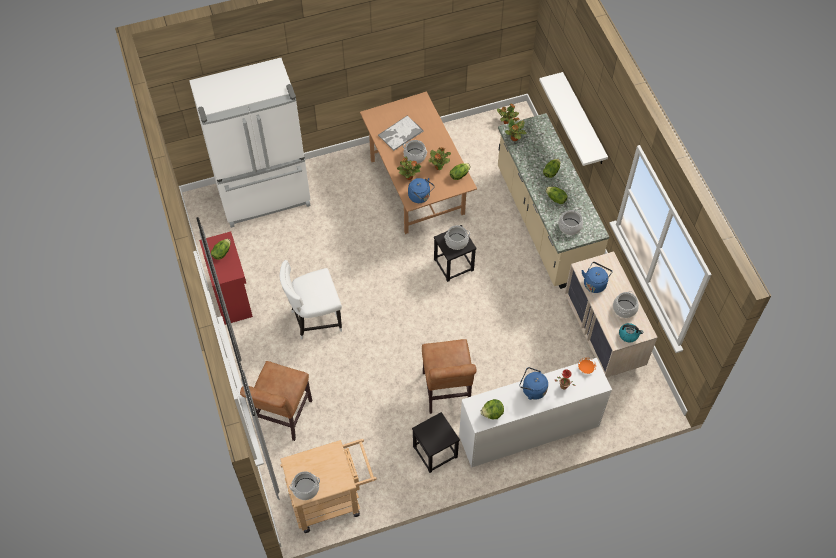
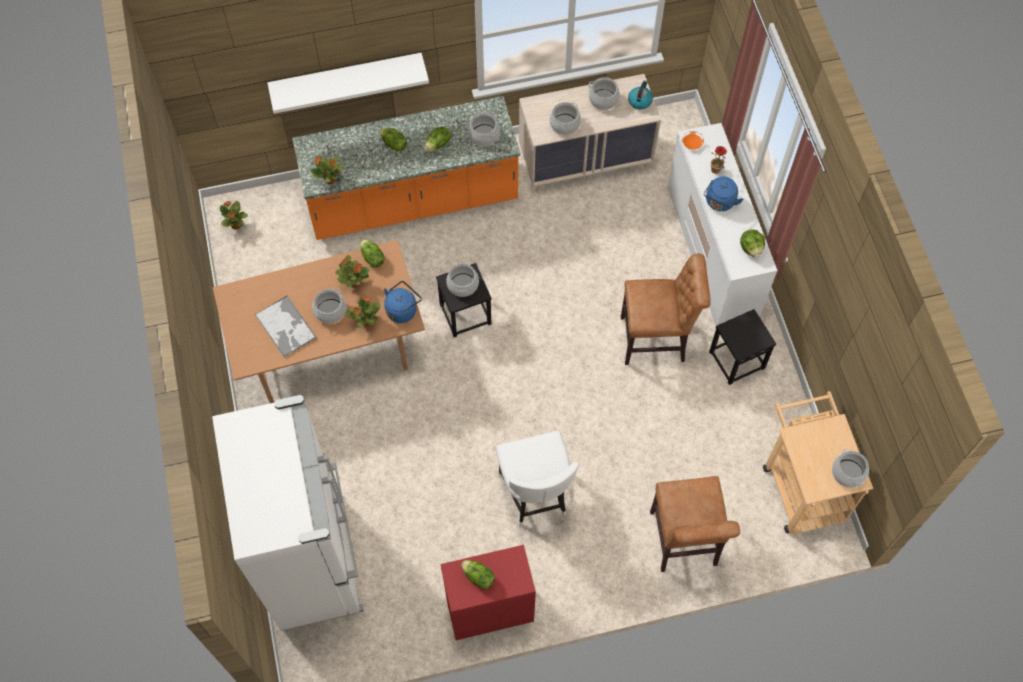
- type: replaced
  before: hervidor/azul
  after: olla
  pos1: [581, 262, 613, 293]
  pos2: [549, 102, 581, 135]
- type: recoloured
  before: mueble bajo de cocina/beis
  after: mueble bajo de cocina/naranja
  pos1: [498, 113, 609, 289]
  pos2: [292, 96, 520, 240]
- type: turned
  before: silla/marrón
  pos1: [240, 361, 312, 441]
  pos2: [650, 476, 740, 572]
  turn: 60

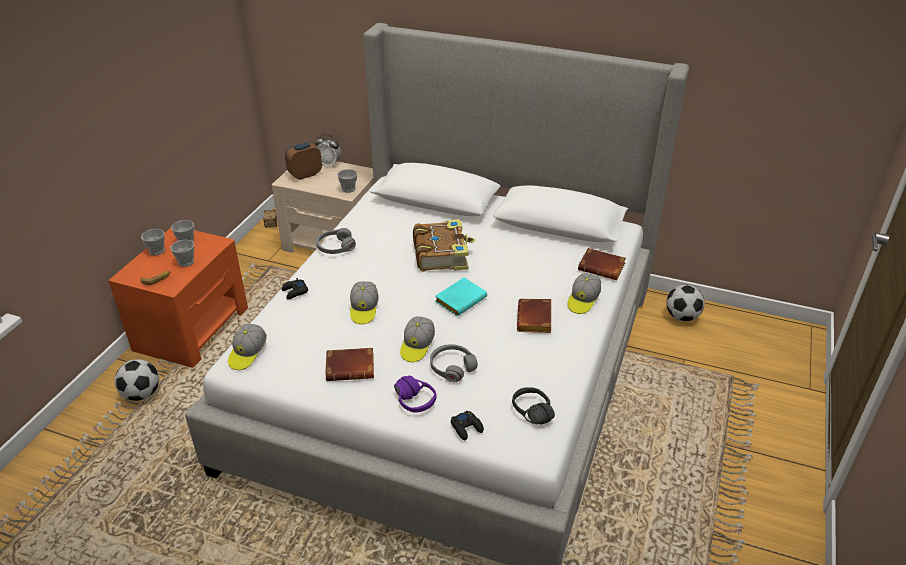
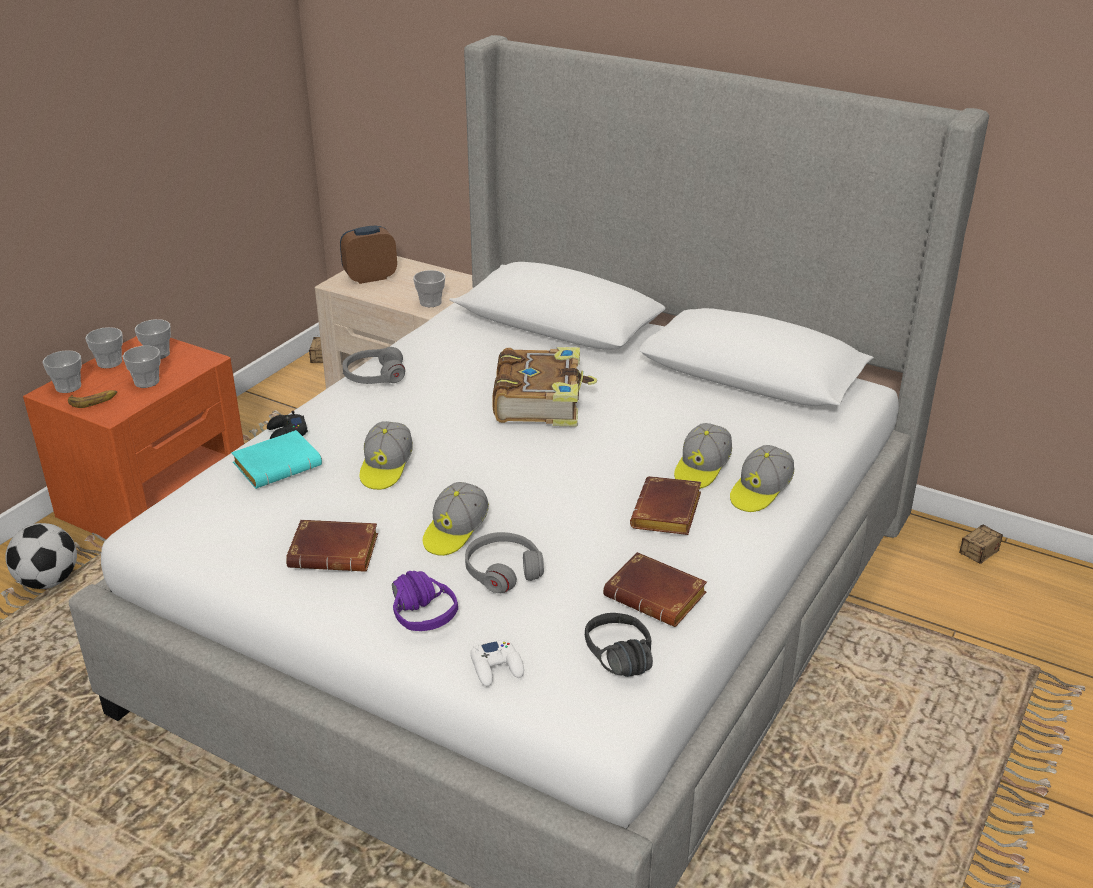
- type: removed
  before: despertador
  pos1: [315, 134, 341, 167]
- type: added
  after: taza
  pos2: [42, 350, 82, 393]
- type: moved
  before: gorra
  pos1: [228, 324, 267, 370]
  pos2: [674, 423, 732, 489]
- type: moved
  before: libro/turquesa
  pos1: [435, 278, 487, 316]
  pos2: [231, 430, 322, 489]
- type: moved
  before: libro/marrón
  pos1: [578, 248, 626, 280]
  pos2: [603, 552, 707, 627]
- type: replaced
  before: balón de fútbol
  after: caja de almacenaje
  pos1: [666, 285, 705, 321]
  pos2: [959, 524, 1003, 564]
- type: recoloured
  before: mando de consola/negro
  after: mando de consola/blanco
  pos1: [451, 411, 484, 440]
  pos2: [470, 638, 524, 686]

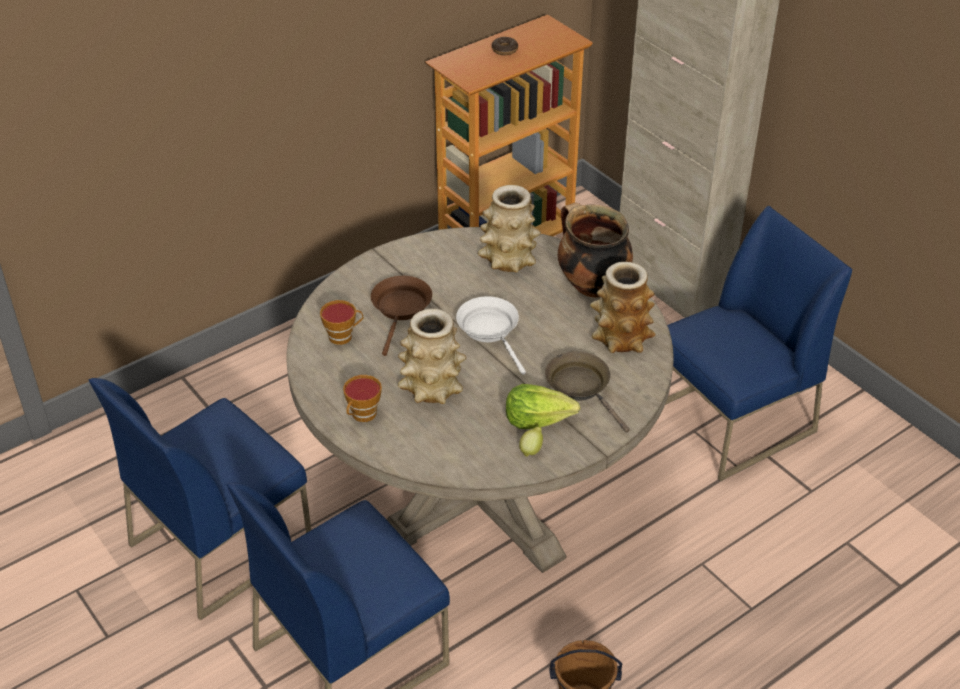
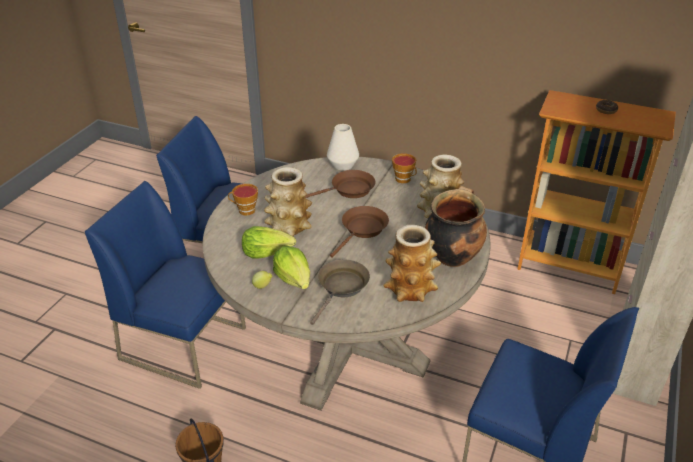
- type: added
  after: lechuga
  pos2: [242, 226, 296, 259]
- type: added
  after: florero/blanco
  pos2: [327, 124, 359, 171]
- type: moved
  before: taza
  pos1: [320, 300, 363, 345]
  pos2: [392, 153, 417, 183]
- type: recoloured
  before: sartén/blanco
  after: sartén/marrón
  pos1: [456, 296, 526, 375]
  pos2: [330, 206, 389, 258]

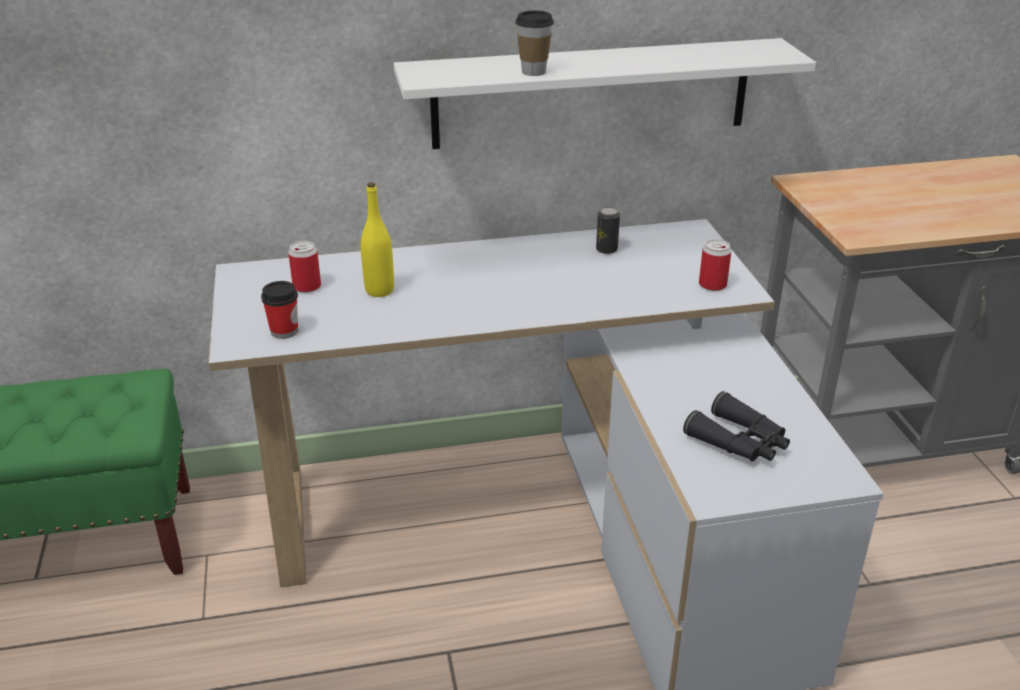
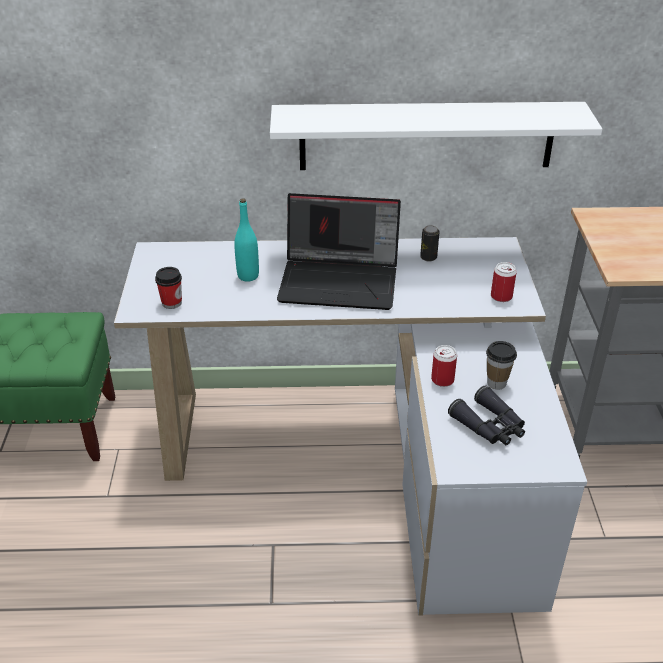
- type: added
  after: portátil
  pos2: [277, 193, 401, 310]
- type: moved
  before: lata
  pos1: [288, 241, 321, 293]
  pos2: [431, 345, 457, 387]
- type: moved
  before: taza
  pos1: [515, 10, 554, 76]
  pos2: [486, 341, 517, 390]
- type: recoloured
  before: botella/amarillo
  after: botella/turquesa
  pos1: [361, 182, 394, 297]
  pos2: [234, 198, 259, 282]

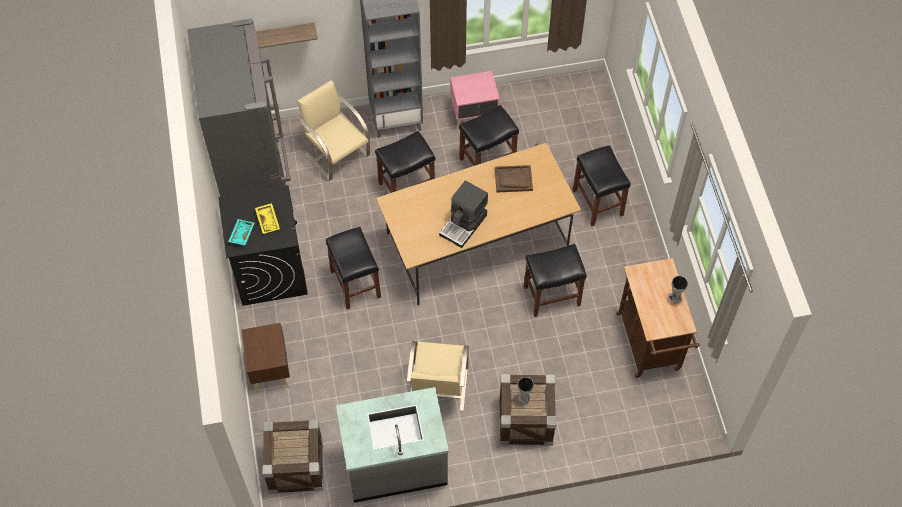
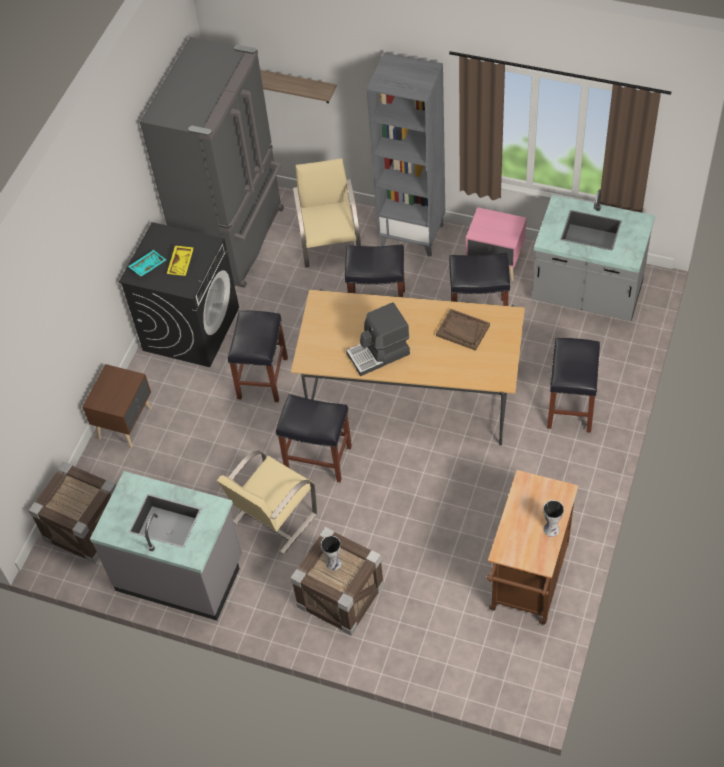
- type: added
  after: mueble bajo de cocina/gris
  pos2: [532, 189, 655, 321]
- type: moved
  before: taburete/negro
  pos1: [524, 244, 587, 317]
  pos2: [276, 394, 352, 482]

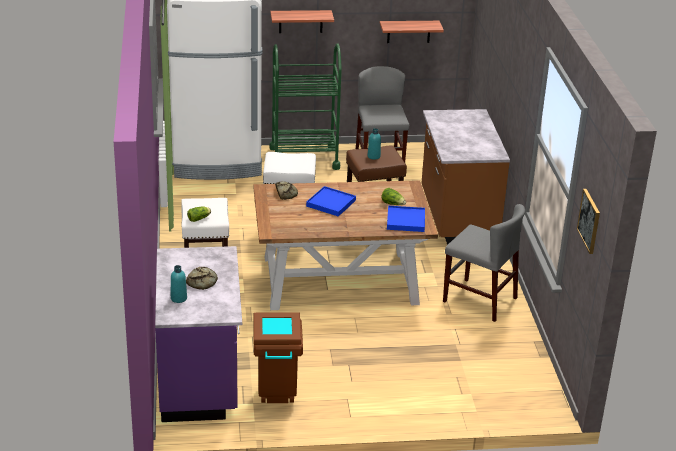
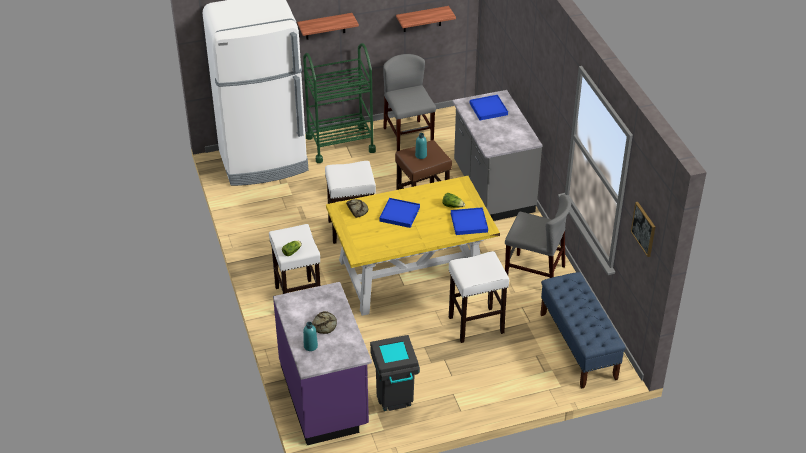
- type: added
  after: taburete/blanco
  pos2: [449, 251, 509, 343]
- type: added
  after: bandeja/azul
  pos2: [470, 95, 508, 120]
- type: added
  after: banco/azul
  pos2: [540, 272, 626, 389]
- type: recoloured
  before: mesa de comedor/marrón
  after: mesa de comedor/amarillo
  pos1: [253, 180, 438, 310]
  pos2: [326, 176, 500, 316]
- type: recoloured
  before: papelera/marrón
  after: papelera/gris
  pos1: [254, 312, 303, 403]
  pos2: [370, 335, 420, 411]
- type: recoloured
  before: mueble bajo de cocina/marrón
  after: mueble bajo de cocina/gris
  pos1: [422, 109, 510, 245]
  pos2: [452, 90, 543, 221]

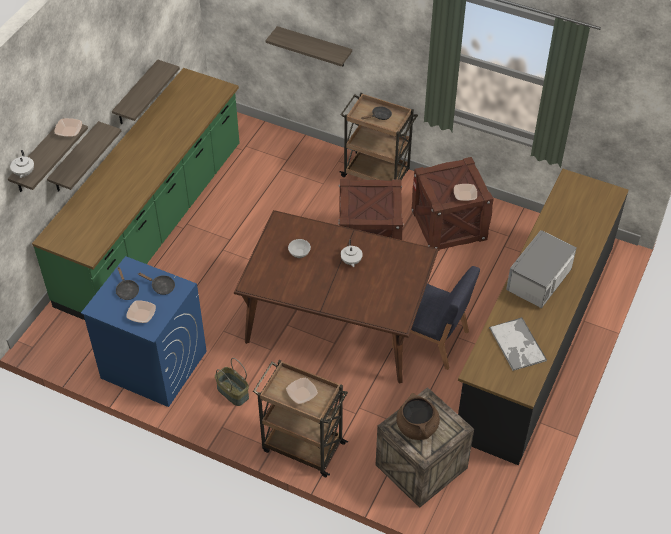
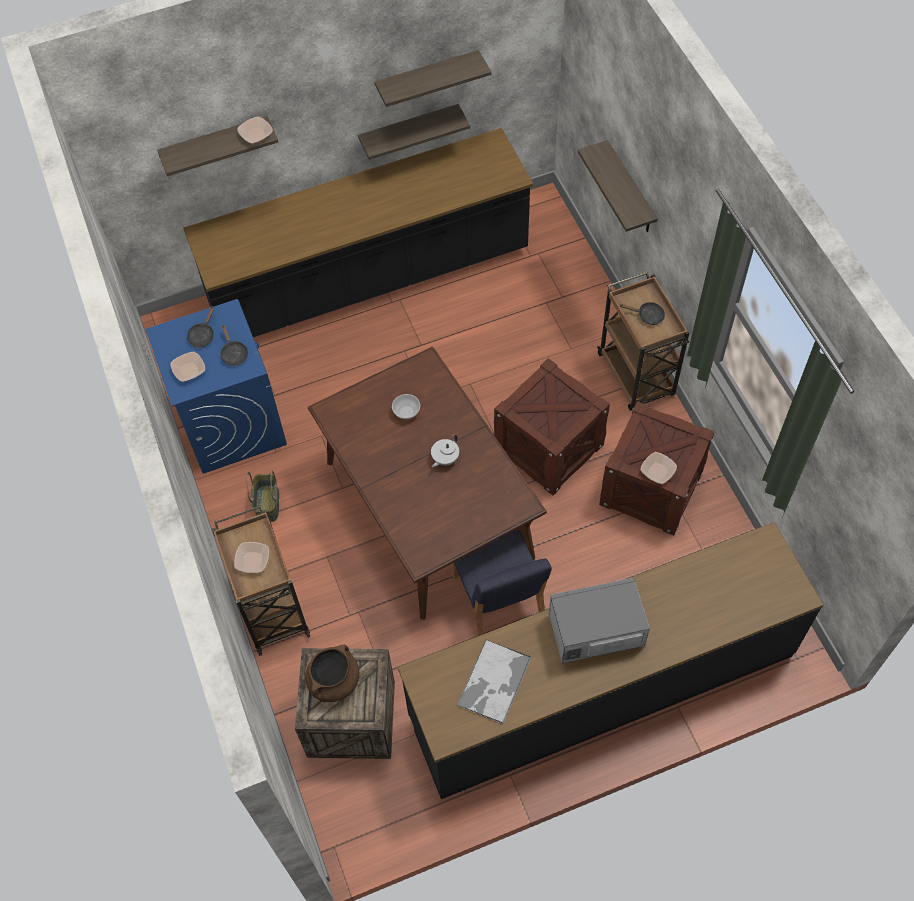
- type: removed
  before: tetera/blanco
  pos1: [10, 150, 34, 178]
- type: moved
  before: estante
  pos1: [47, 121, 121, 192]
  pos2: [374, 50, 491, 107]
- type: recoloured
  before: mueble bajo de cocina/verde
  after: mueble bajo de cocina/negro
  pos1: [32, 68, 240, 320]
  pos2: [183, 128, 533, 337]

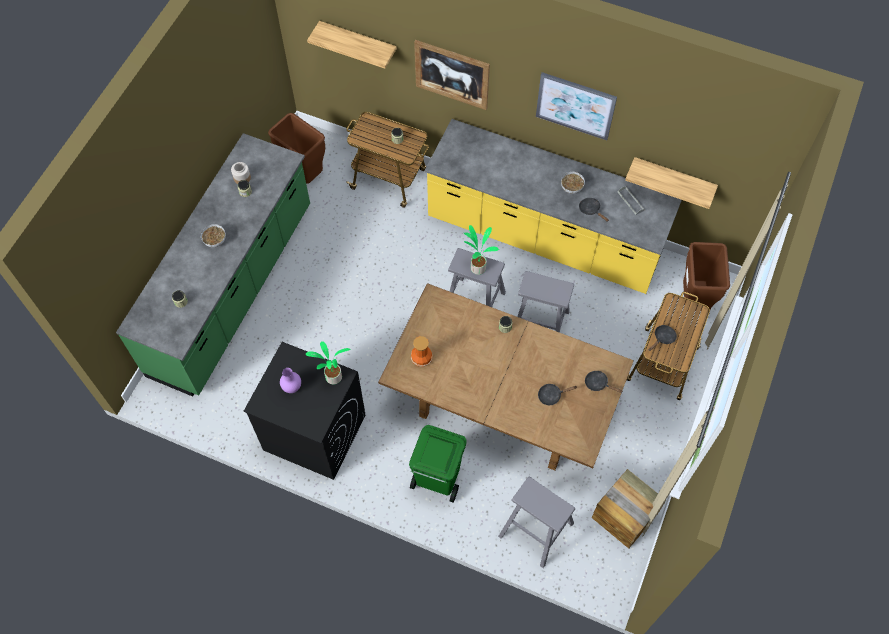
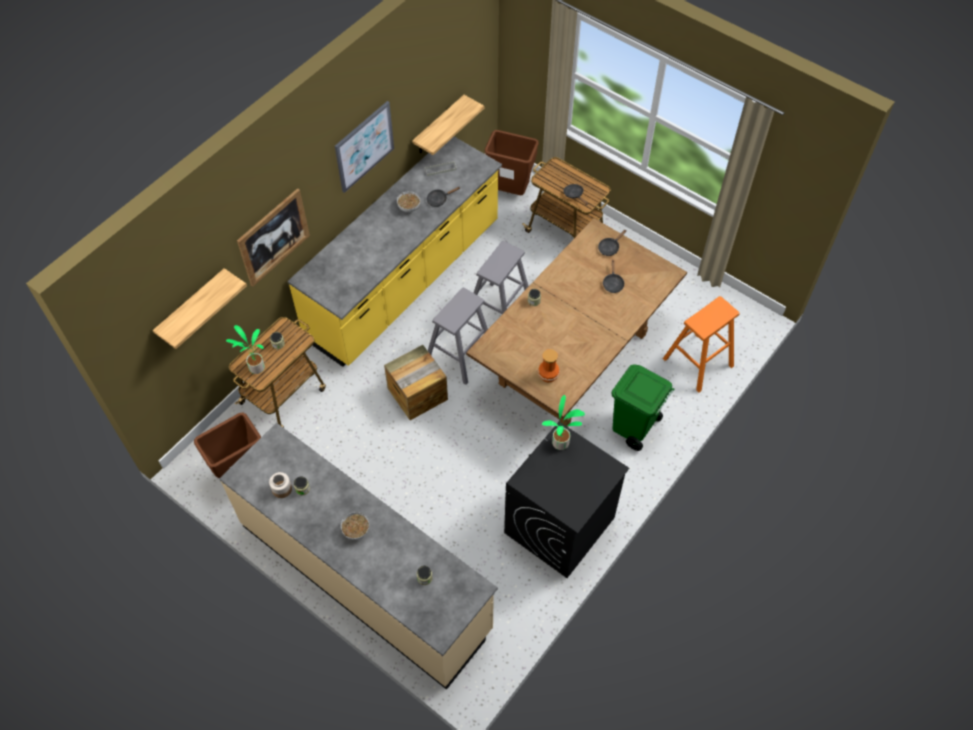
- type: removed
  before: florero/morado
  pos1: [280, 368, 301, 393]
- type: moved
  before: planta en maceta
  pos1: [464, 225, 499, 275]
  pos2: [226, 325, 265, 374]
- type: moved
  before: caja de embalaje
  pos1: [592, 469, 666, 549]
  pos2: [384, 345, 448, 420]
- type: recoloured
  before: mueble bajo de cocina/verde
  after: mueble bajo de cocina/beis
  pos1: [116, 133, 310, 397]
  pos2: [219, 423, 498, 690]
- type: recoloured
  before: taburete/gris
  after: taburete/naranja
  pos1: [498, 476, 576, 568]
  pos2: [663, 296, 740, 393]

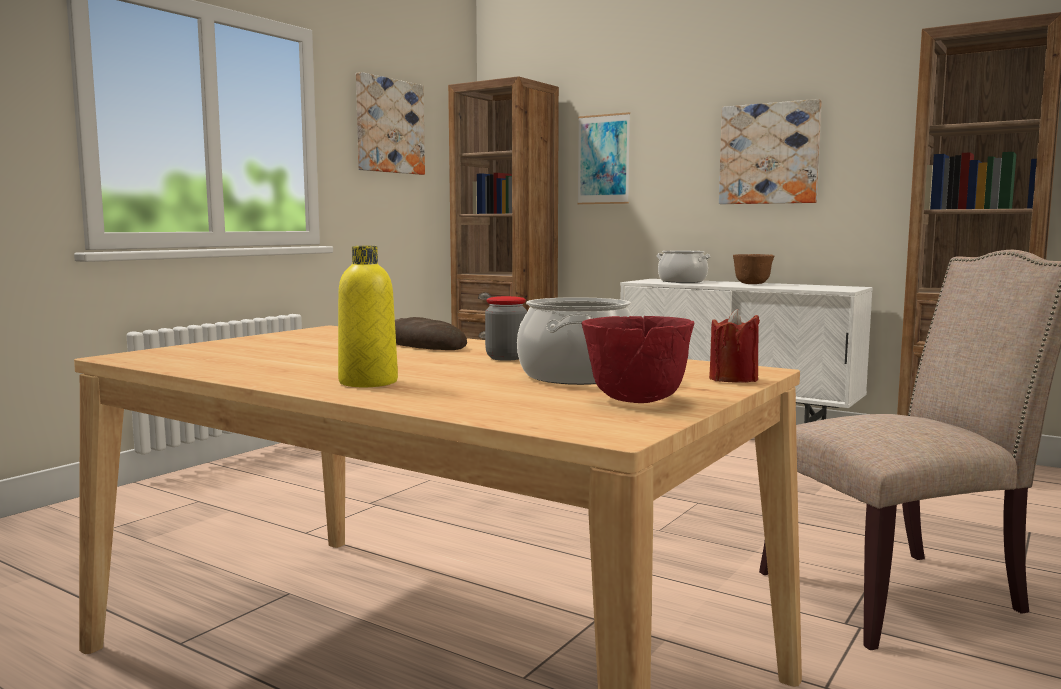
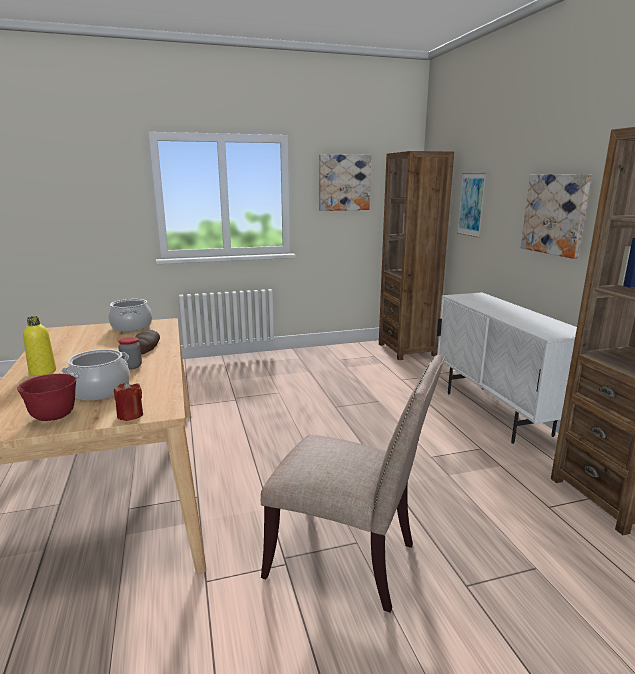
- type: removed
  before: cuenco/marrón
  pos1: [733, 254, 774, 284]
- type: moved
  before: olla
  pos1: [656, 251, 711, 283]
  pos2: [108, 299, 152, 332]

